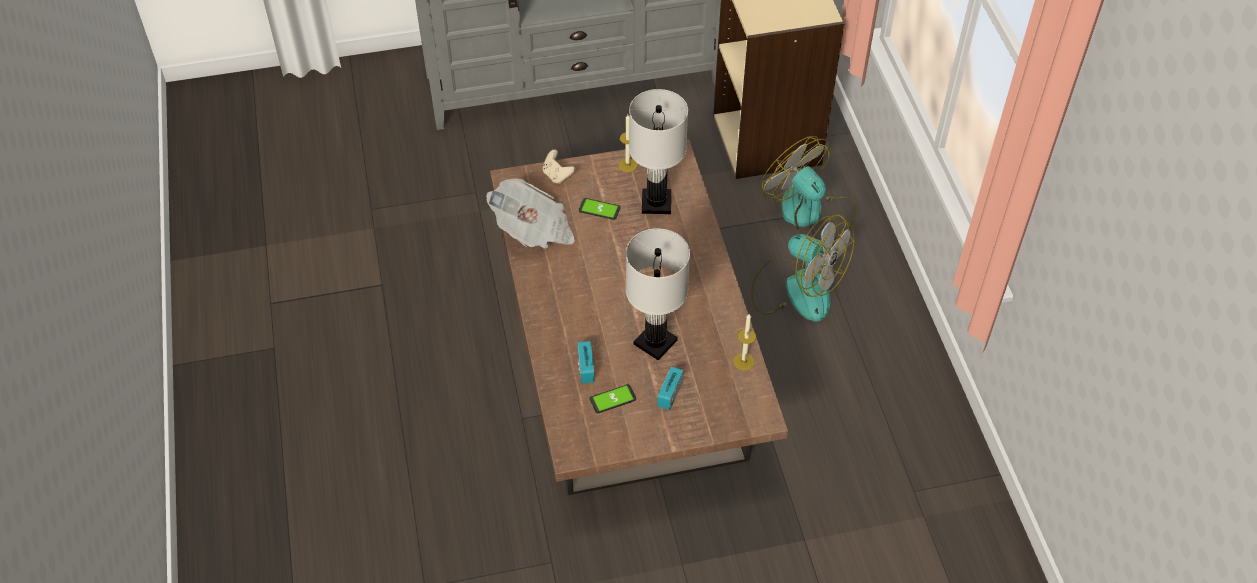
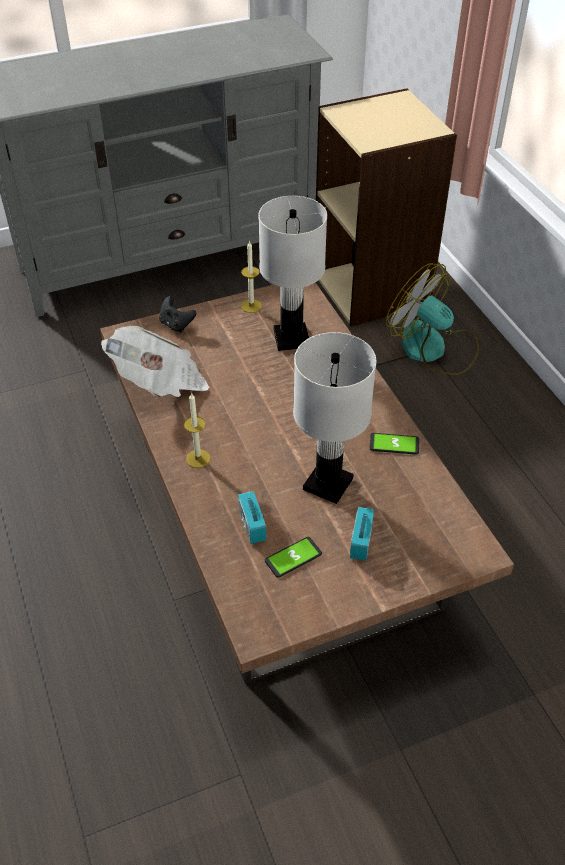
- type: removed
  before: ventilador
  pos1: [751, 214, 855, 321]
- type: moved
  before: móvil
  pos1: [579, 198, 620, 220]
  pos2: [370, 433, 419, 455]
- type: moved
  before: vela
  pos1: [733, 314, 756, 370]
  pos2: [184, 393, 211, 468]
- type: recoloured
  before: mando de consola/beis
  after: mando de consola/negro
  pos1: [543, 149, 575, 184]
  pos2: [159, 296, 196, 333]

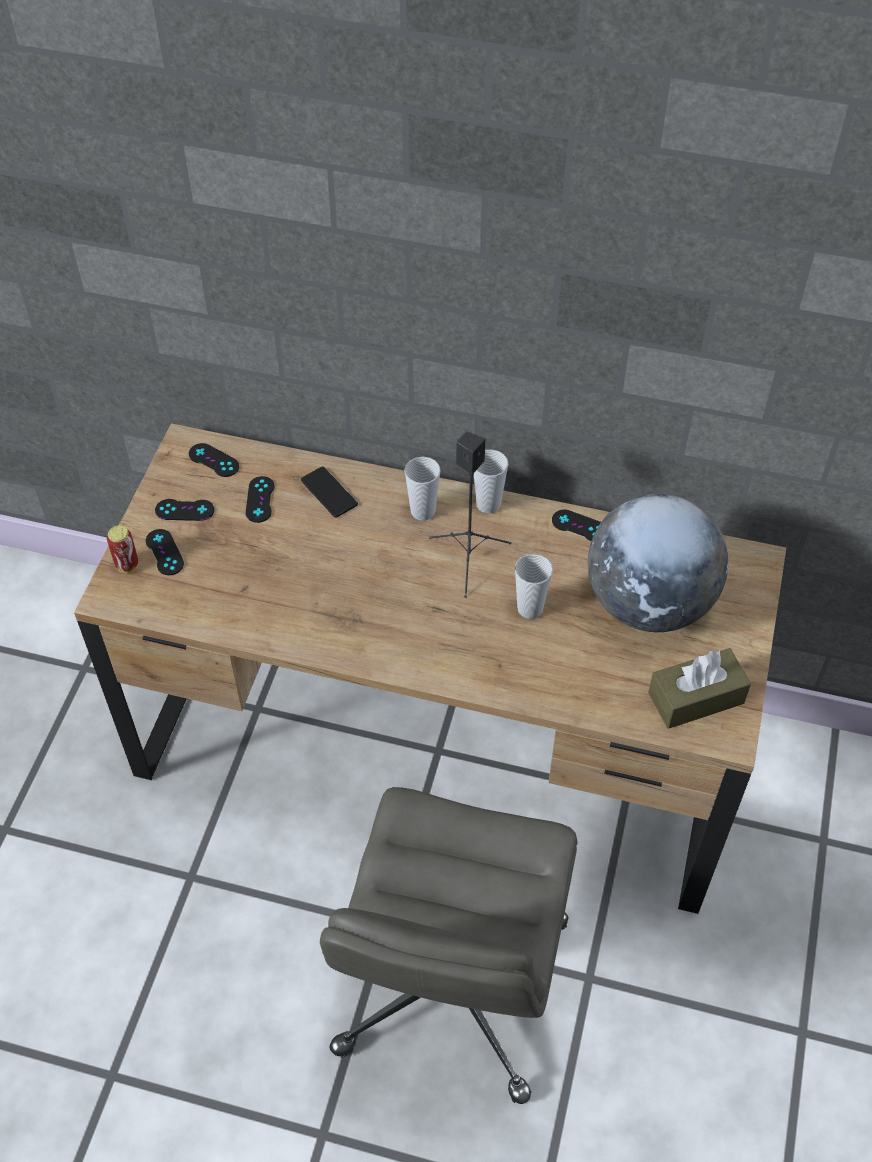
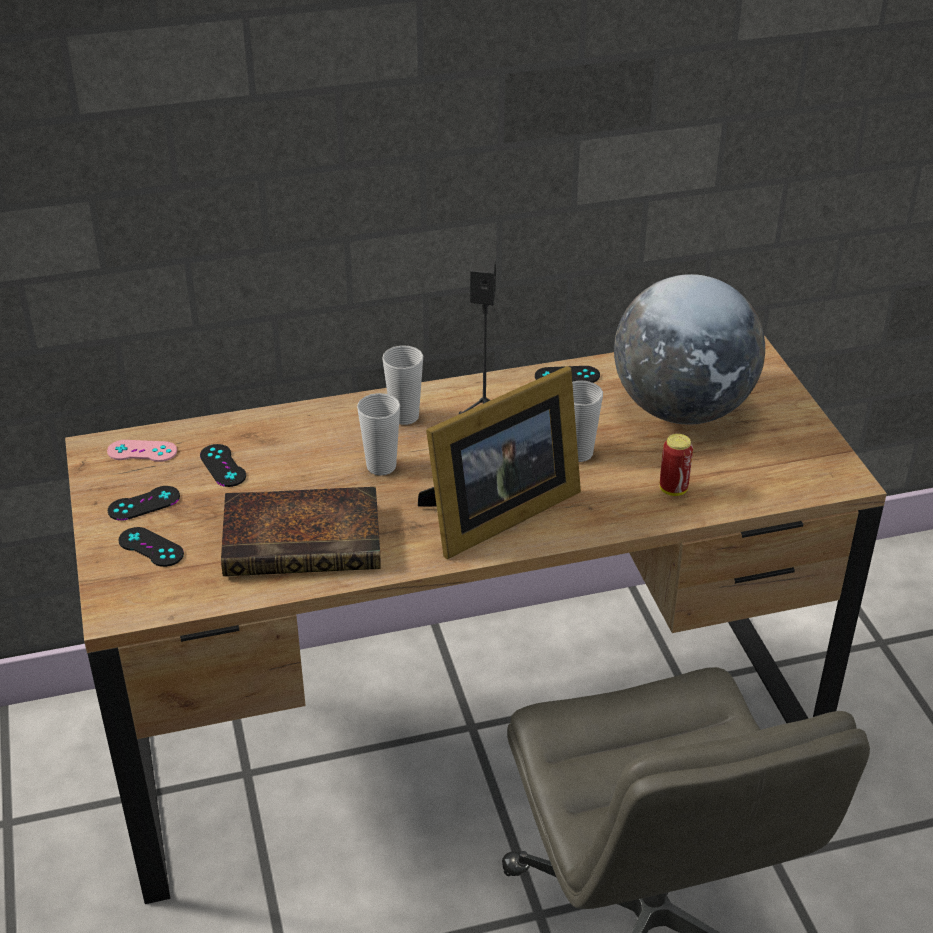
- type: removed
  before: móvil
  pos1: [301, 467, 358, 517]
- type: removed
  before: caja de pañuelos/marrón
  pos1: [648, 648, 751, 729]
- type: added
  after: libro
  pos2: [221, 487, 381, 576]
- type: added
  after: portarretratos
  pos2: [418, 366, 581, 559]
- type: moved
  before: lata
  pos1: [107, 525, 139, 573]
  pos2: [660, 434, 693, 496]
- type: moved
  before: taza
  pos1: [474, 449, 508, 513]
  pos2: [357, 393, 400, 476]
- type: recoloured
  before: mando de consola/negro
  after: mando de consola/rosa
  pos1: [189, 443, 239, 477]
  pos2: [107, 440, 177, 462]

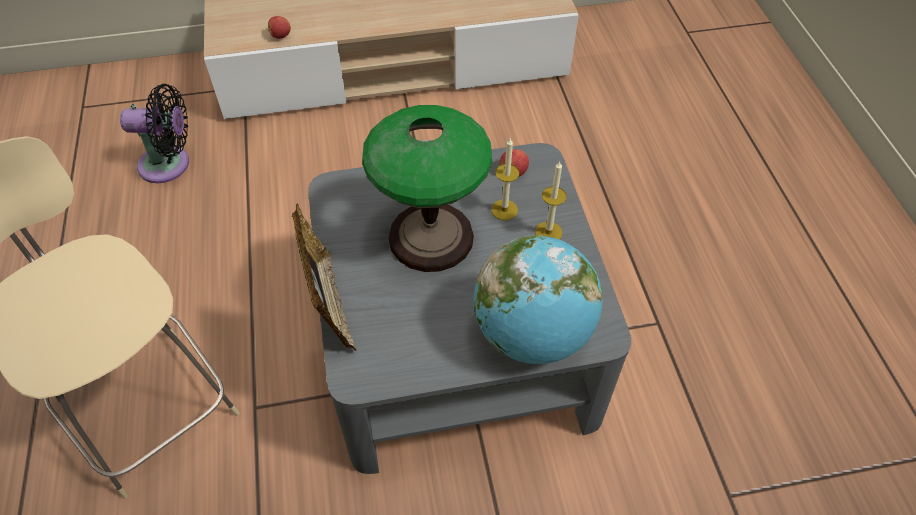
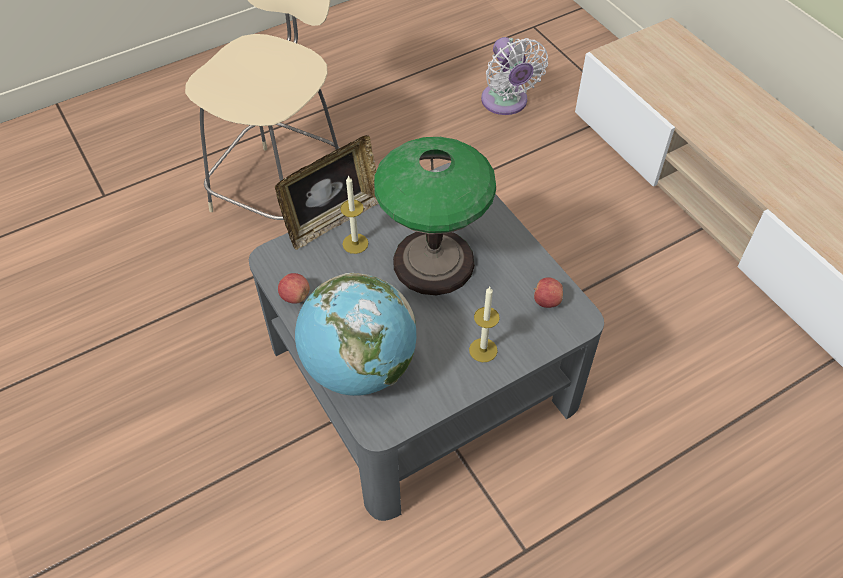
- type: moved
  before: manzana
  pos1: [268, 16, 291, 39]
  pos2: [278, 273, 310, 304]
- type: moved
  before: vela
  pos1: [491, 138, 519, 220]
  pos2: [340, 175, 368, 254]
- type: recoloured
  before: ventilador/negro
  after: ventilador/blanco
  pos1: [120, 84, 189, 183]
  pos2: [481, 37, 548, 115]

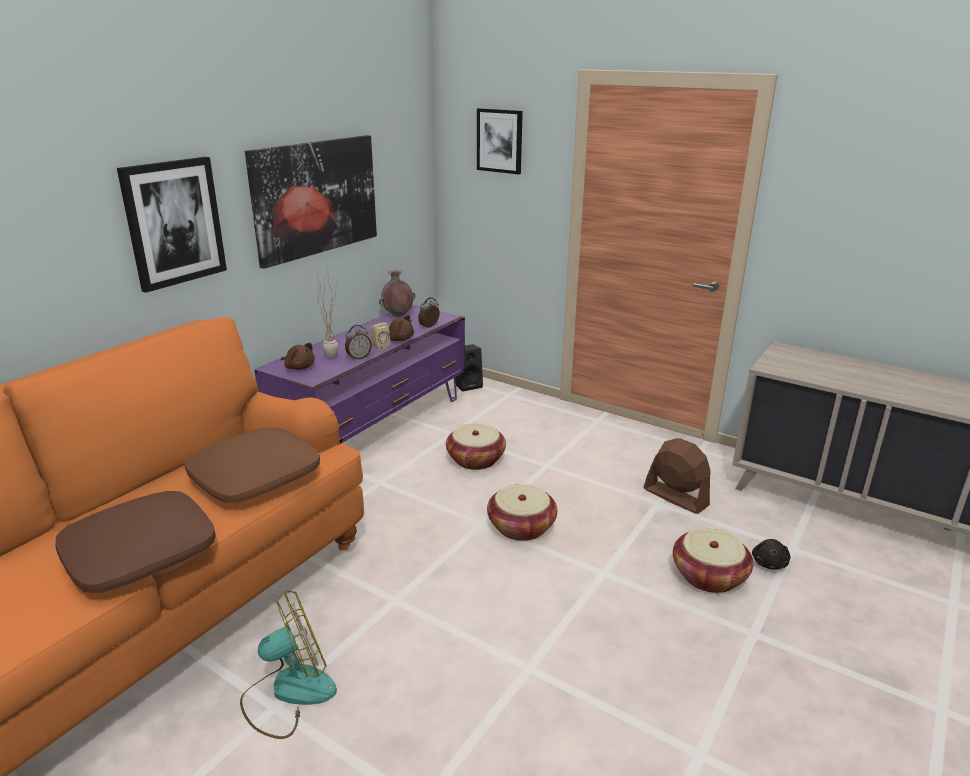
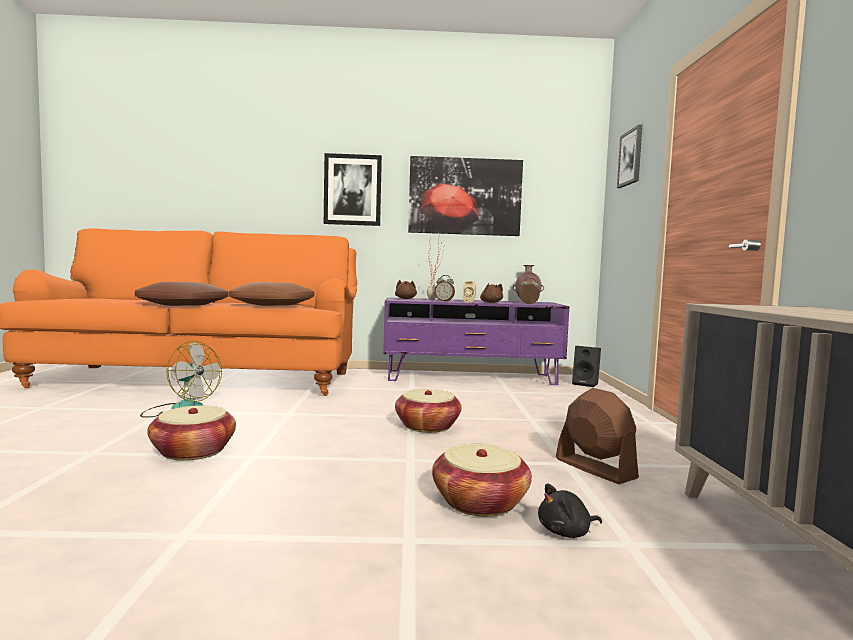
- type: moved
  before: cesta
  pos1: [446, 423, 506, 470]
  pos2: [147, 406, 236, 461]
- type: turned
  before: ventilador/marrón
  pos1: [644, 438, 711, 514]
  pos2: [556, 388, 639, 484]
  turn: -45

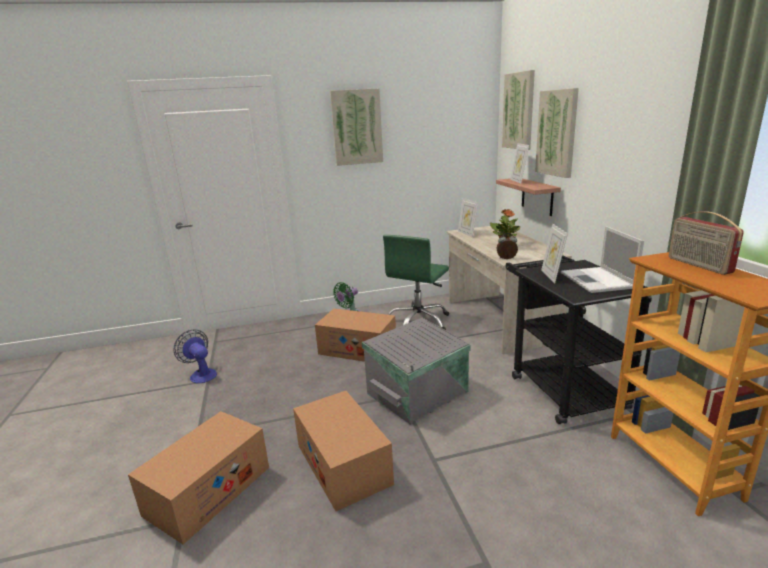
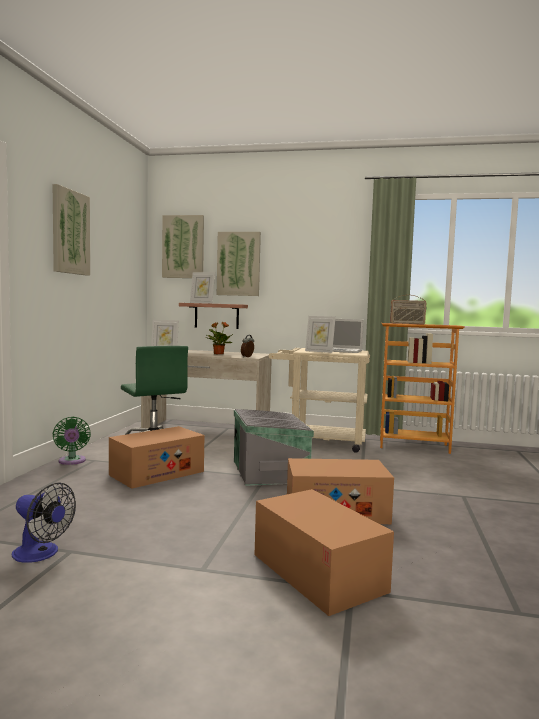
- type: recoloured
  before: carrito/negro
  after: carrito/beis
  pos1: [506, 255, 652, 424]
  pos2: [269, 348, 370, 453]
- type: turned
  before: ventilador
  pos1: [173, 329, 217, 383]
  pos2: [12, 482, 76, 563]
  turn: -135

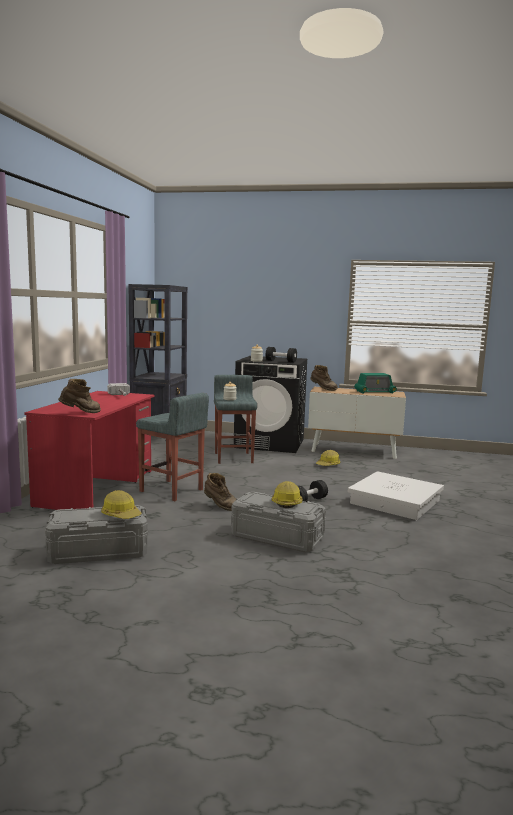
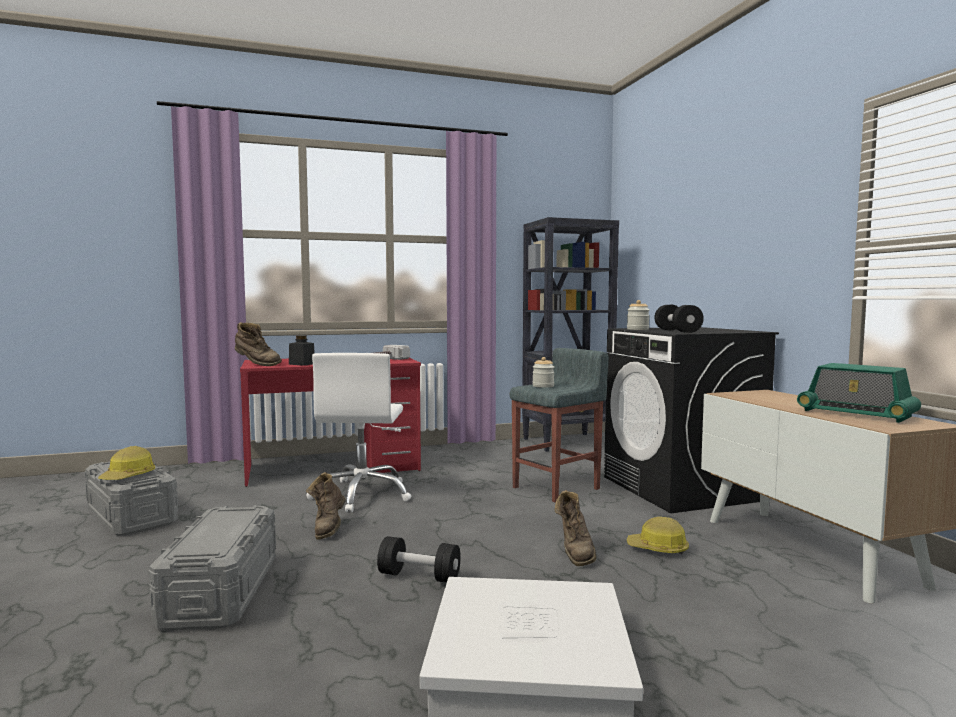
- type: removed
  before: casco
  pos1: [271, 481, 302, 508]
- type: added
  after: tarro/negro
  pos2: [289, 335, 315, 366]
- type: moved
  before: bota/marrón
  pos1: [310, 365, 338, 391]
  pos2: [555, 490, 596, 566]
- type: replaced
  before: taburete/gris
  after: silla de oficina/blanco
  pos1: [136, 393, 209, 501]
  pos2: [306, 353, 411, 512]

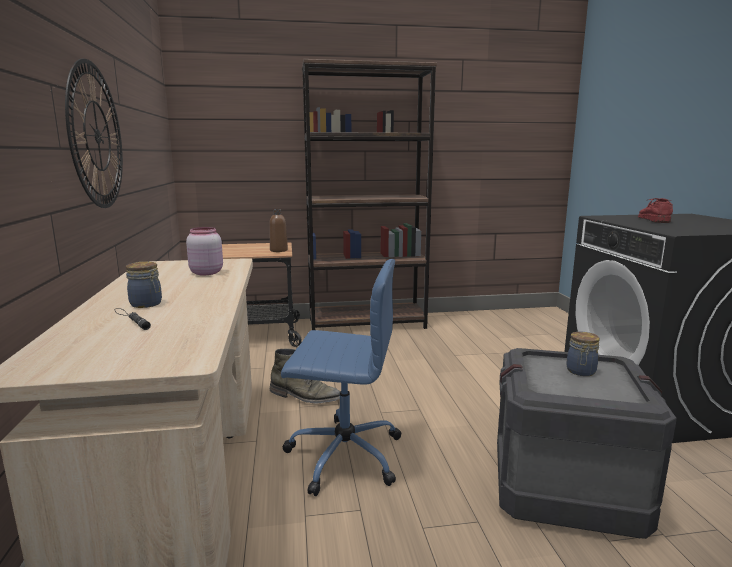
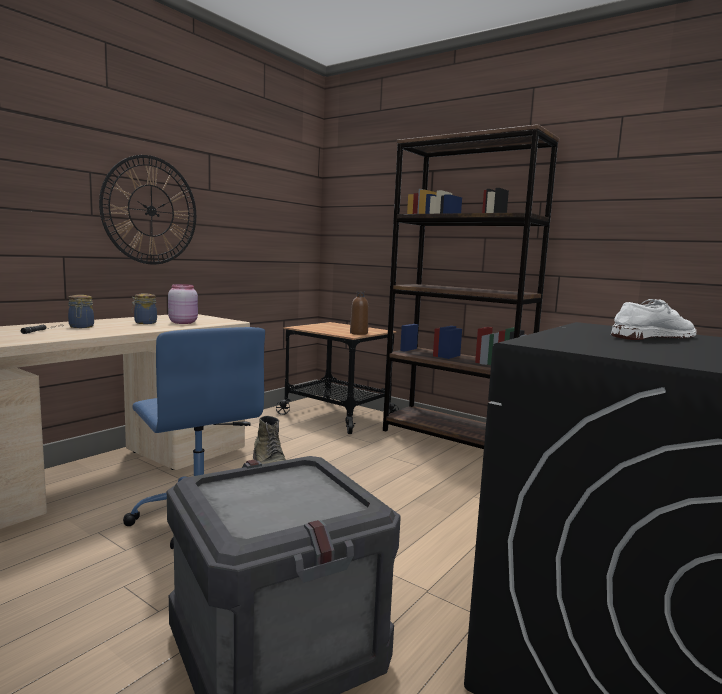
- type: moved
  before: tarro
  pos1: [566, 332, 600, 376]
  pos2: [132, 293, 157, 324]
- type: recoloured
  before: zapato/rojo
  after: zapato/blanco
  pos1: [638, 198, 673, 223]
  pos2: [611, 299, 696, 340]

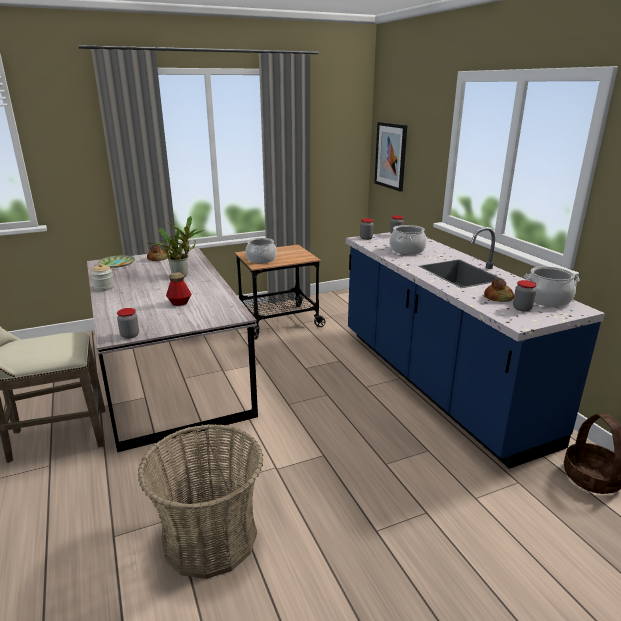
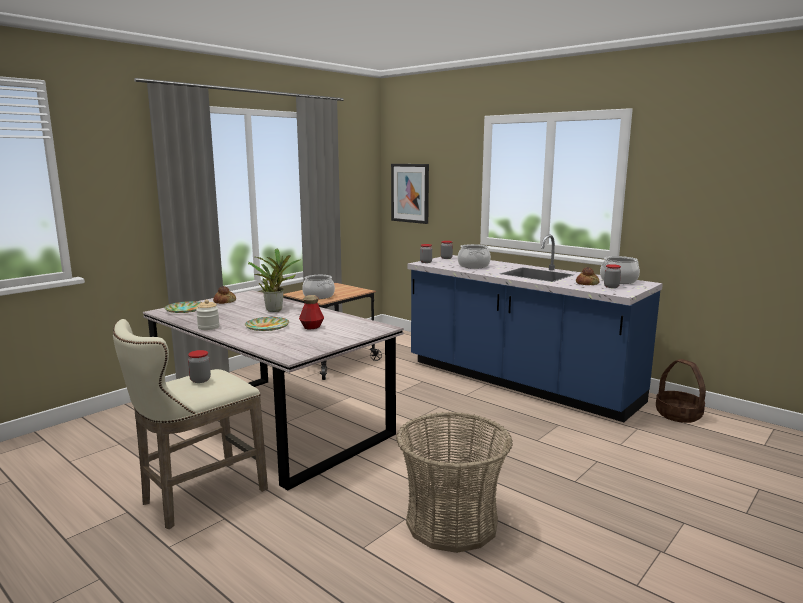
- type: added
  after: plato
  pos2: [245, 317, 289, 331]
- type: moved
  before: tarro
  pos1: [117, 308, 139, 339]
  pos2: [188, 350, 211, 383]

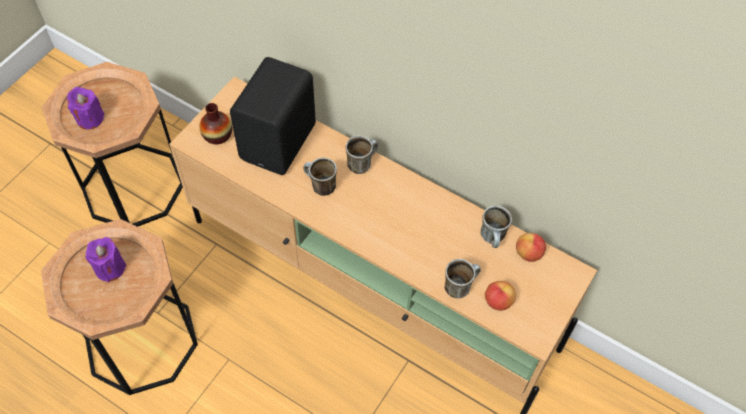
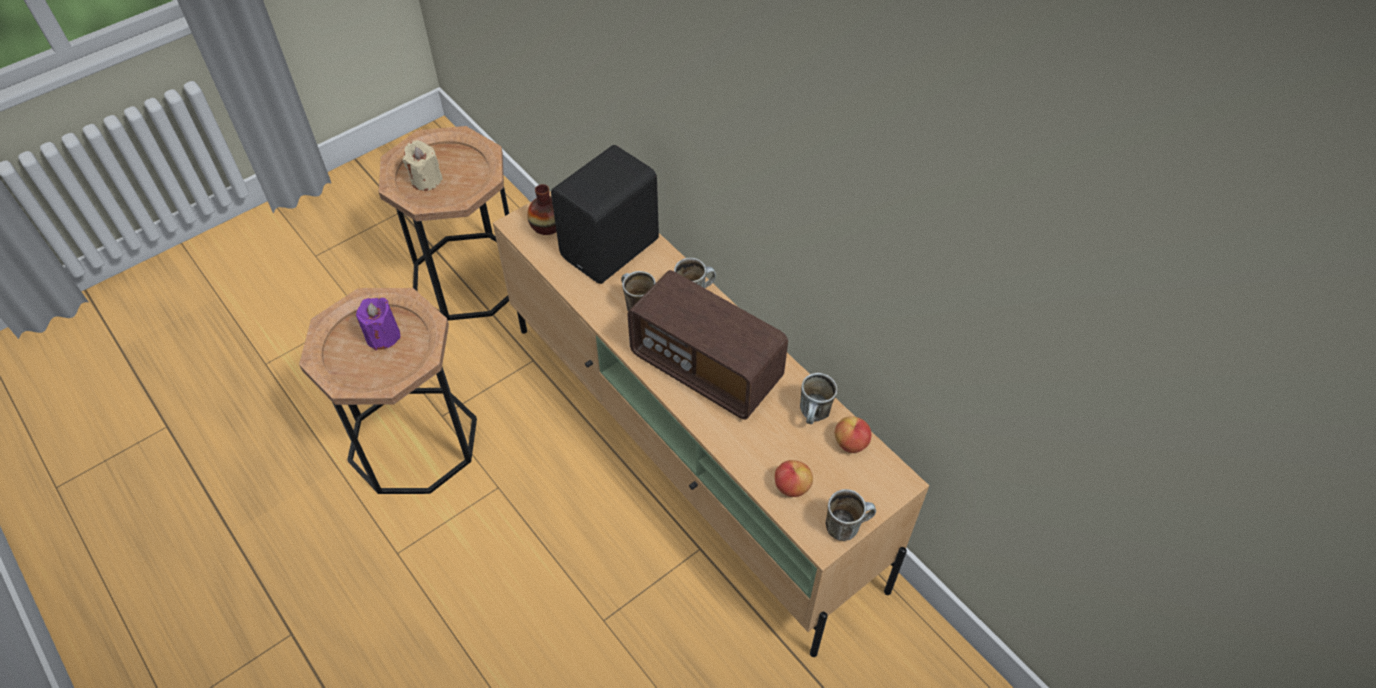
- type: added
  after: radio
  pos2: [628, 270, 788, 420]
- type: moved
  before: taza grande
  pos1: [445, 259, 481, 299]
  pos2: [825, 489, 876, 541]
- type: recoloured
  before: vela/morado
  after: vela/beis
  pos1: [67, 87, 105, 129]
  pos2: [402, 140, 443, 191]

